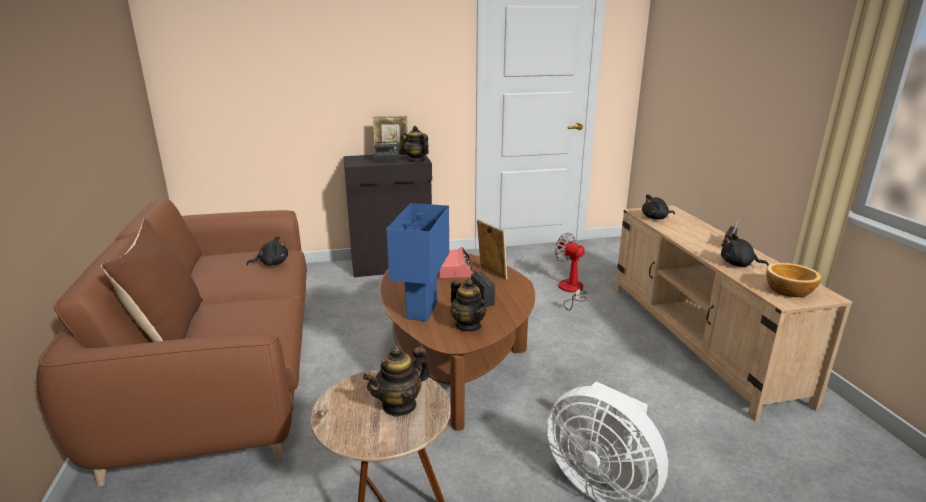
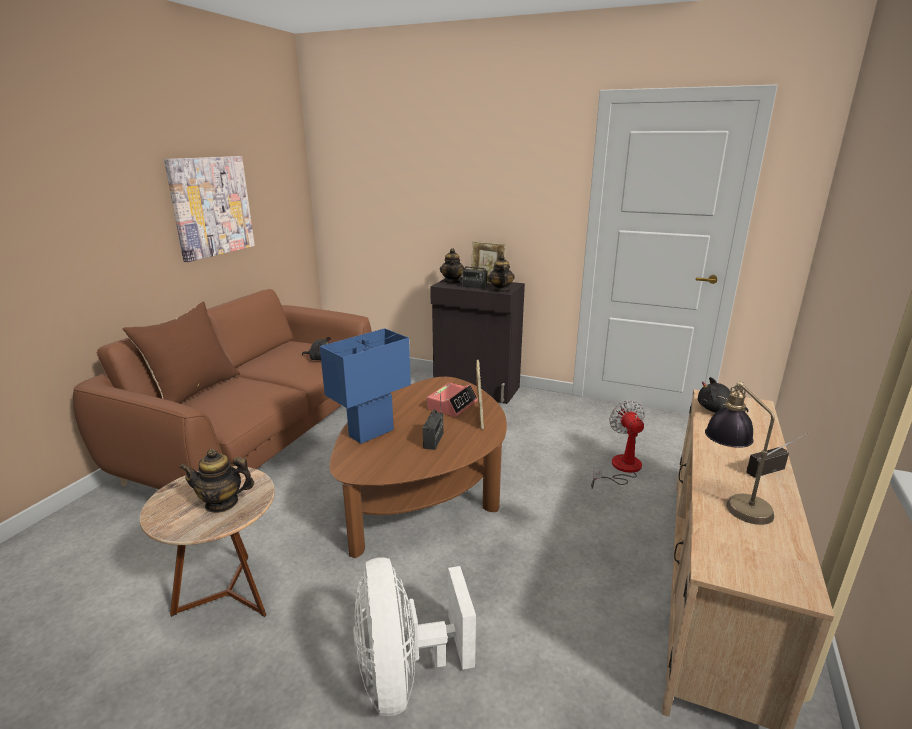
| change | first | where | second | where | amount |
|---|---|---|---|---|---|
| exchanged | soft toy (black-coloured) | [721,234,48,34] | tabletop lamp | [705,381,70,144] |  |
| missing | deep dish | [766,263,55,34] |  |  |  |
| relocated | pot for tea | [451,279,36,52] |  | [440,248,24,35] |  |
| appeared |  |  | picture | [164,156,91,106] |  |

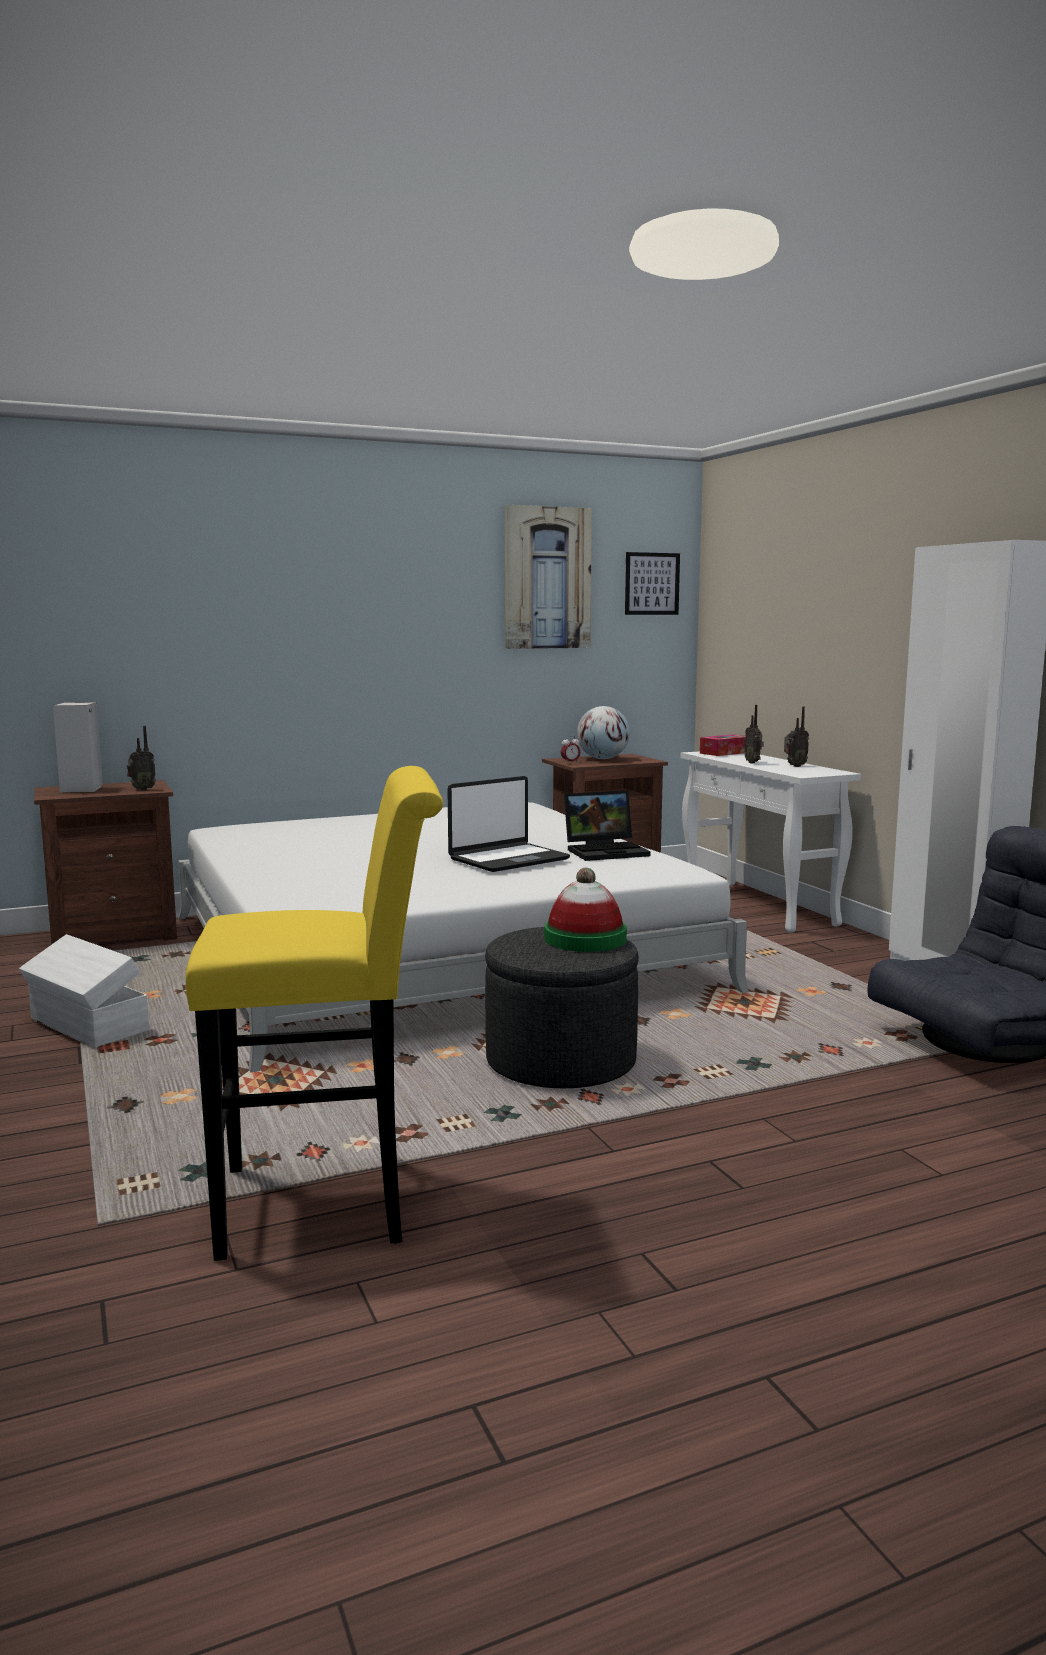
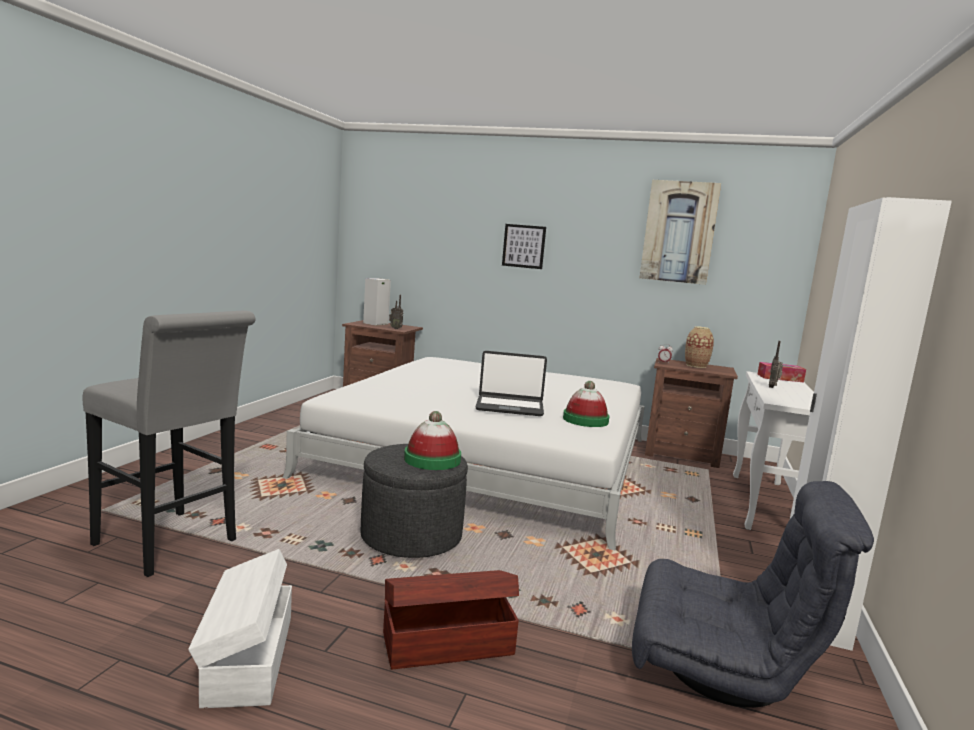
| change | first | where | second | where | amount |
|---|---|---|---|---|---|
| relocated | picture | [625,552,55,63] |  | [502,224,44,45] |  |
| exchanged | desk globe | [577,706,53,53] | decorative vase | [685,326,29,42] |  |
| missing | radio set | [784,707,25,60] |  |  |  |
| colour | stool seat (yellow-coloured) | [186,766,257,495] | stool seat (grey) | [83,310,173,267] |  |
| exchanged | laptop | [564,791,86,70] | hat | [563,381,47,46] |  |
| relocated | storage bin (white) | [19,934,130,113] |  | [188,549,104,159] |  |
| appeared |  |  | storage bin (brown) | [383,570,136,99] |  |

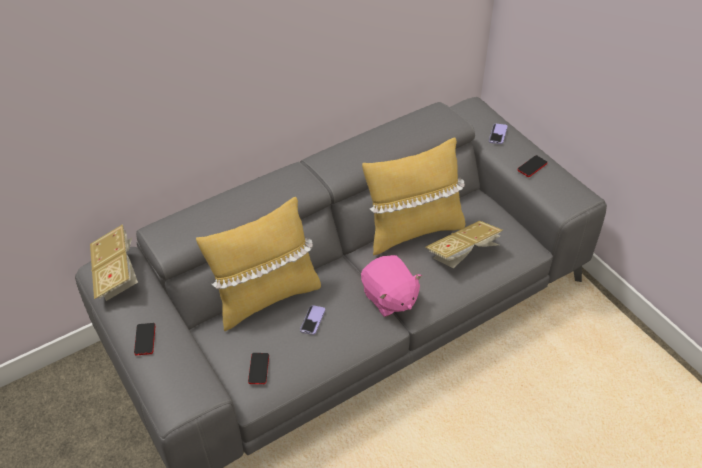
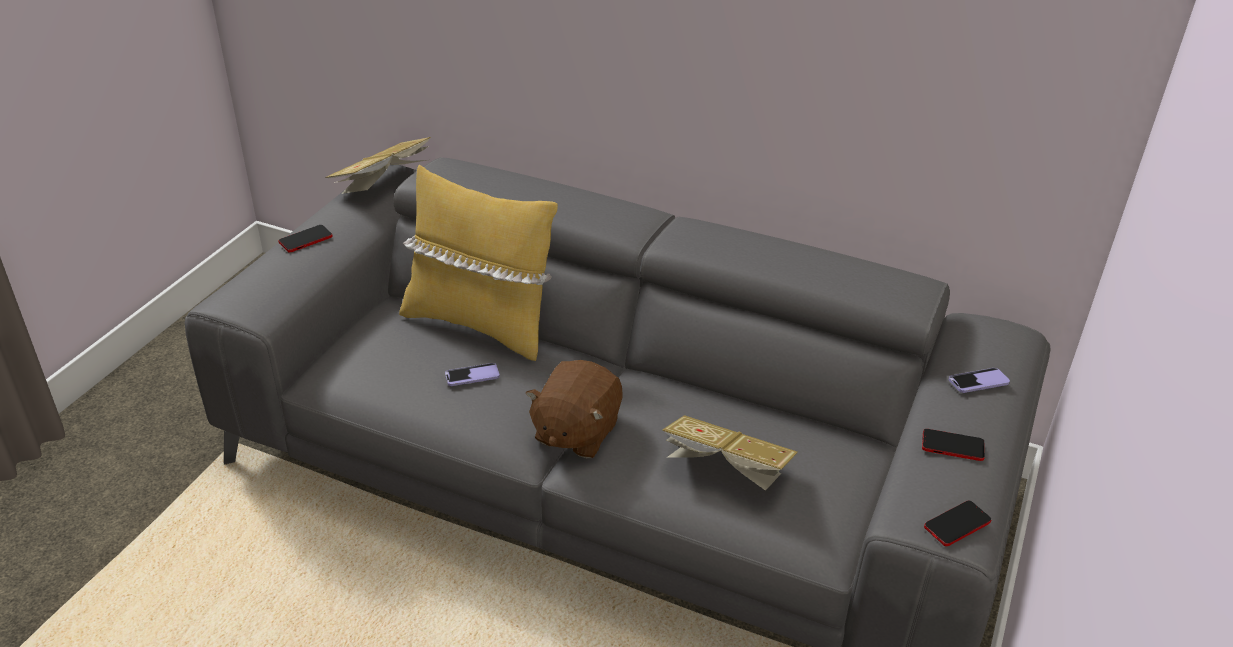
| change | first | where | second | where | amount |
|---|---|---|---|---|---|
| missing | cushion (yellow-coloured) | [362,137,103,119] |  |  |  |
| colour | soft toy (pinkish) | [361,255,61,62] | soft toy (brown) | [526,360,97,98] |  |
| relocated | telephone | [248,353,21,31] |  | [924,500,68,46] |  |

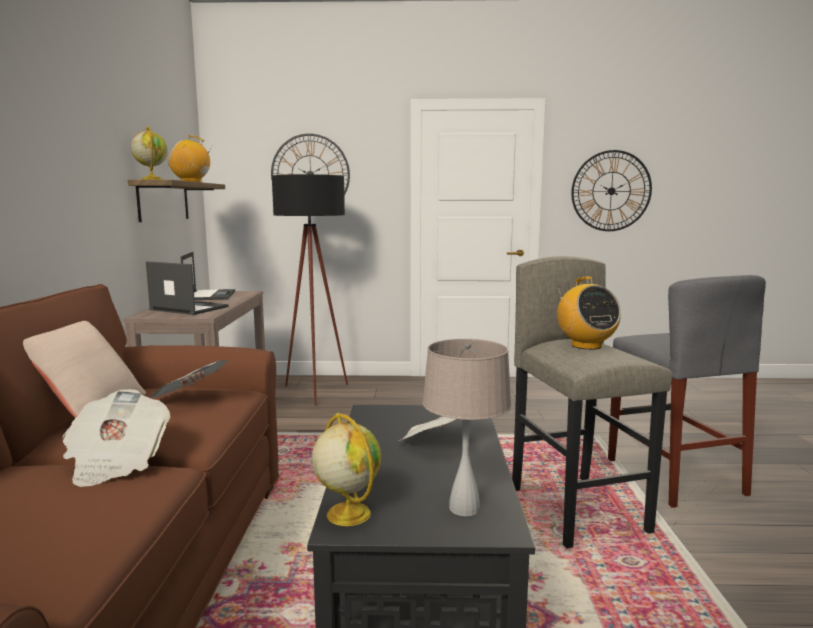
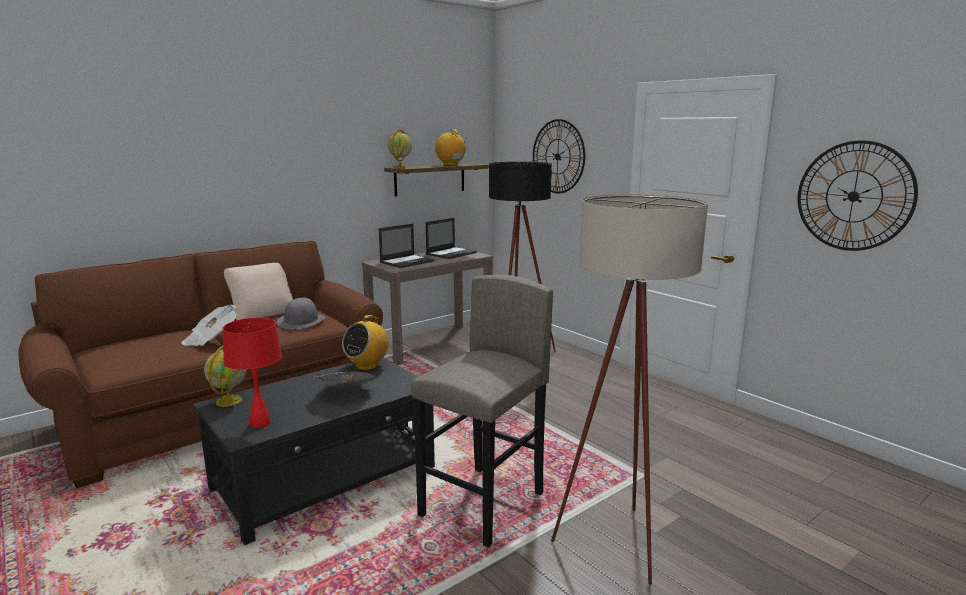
| change | first | where | second | where | amount |
|---|---|---|---|---|---|
| spun | laptop | [146,261,83,54] |  | [378,224,56,44] | 60 degrees clockwise |
| exchanged | stool seat (grey) | [608,275,158,233] | floor lamp (beige) | [551,194,157,391] |  |
| relocated | radio set | [557,277,64,73] |  | [342,315,47,55] |  |
| colour | tabletop lamp (beige) | [422,339,89,177] | tabletop lamp (red) | [222,318,60,110] |  |
| exchanged | daily paper | [150,360,78,38] | hat (grey) | [277,298,49,31] |  |

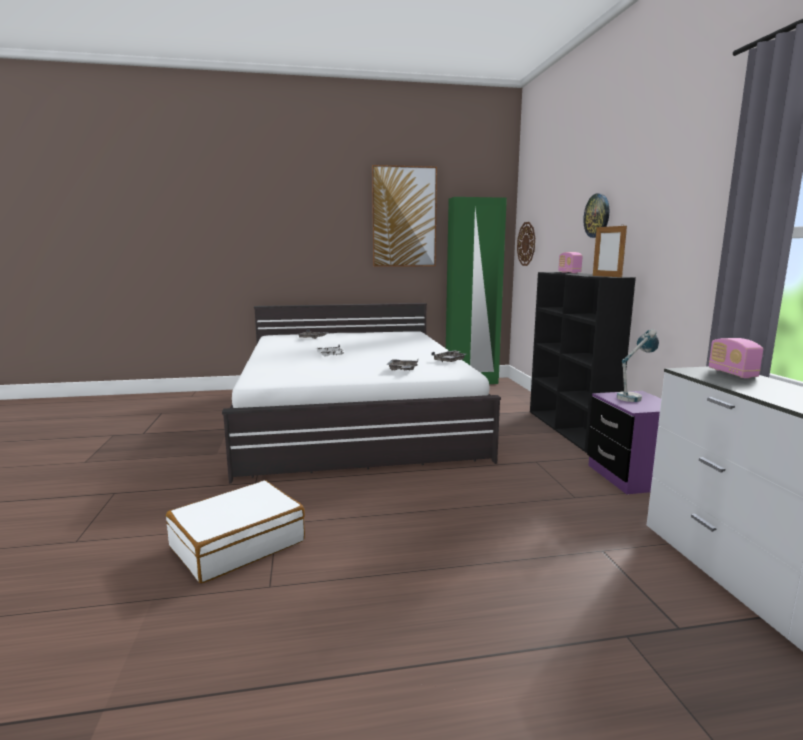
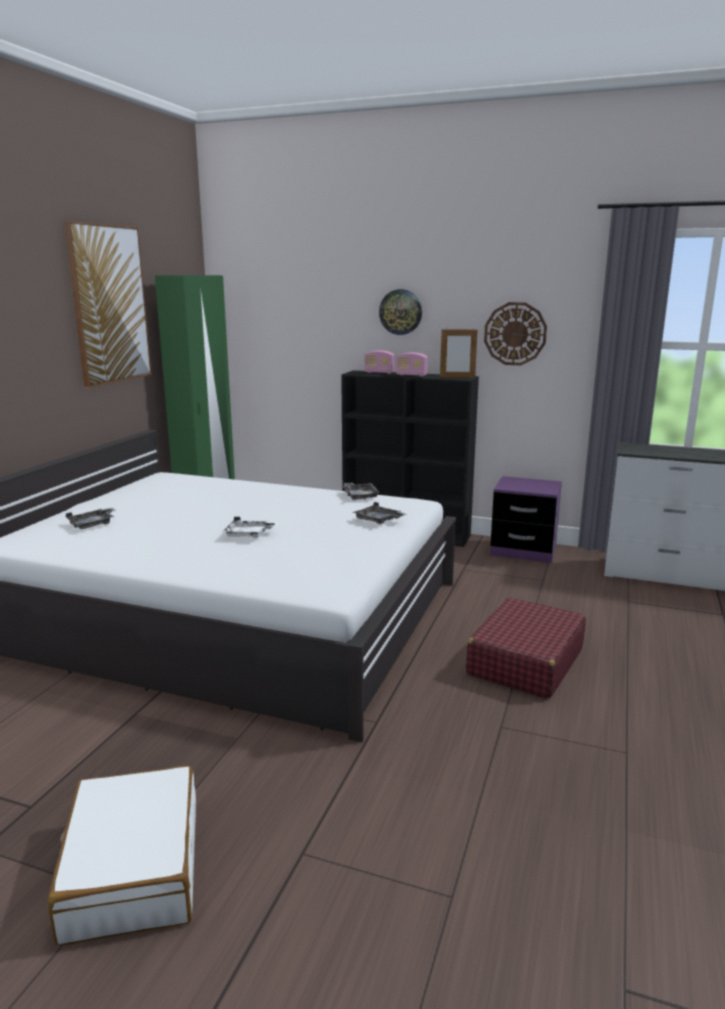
| change | first | where | second | where | amount |
|---|---|---|---|---|---|
| relocated | clock on the wall | [517,222,18,44] |  | [484,302,63,63] |  |
| missing | tabletop lamp | [617,329,42,73] |  |  |  |
| relocated | radio set | [709,338,54,40] |  | [396,352,32,24] |  |
| relocated | piece of luggage (white) | [166,480,139,104] |  | [48,766,148,180] |  |
| appeared |  |  | piece of luggage (red) | [466,597,120,102] |  |

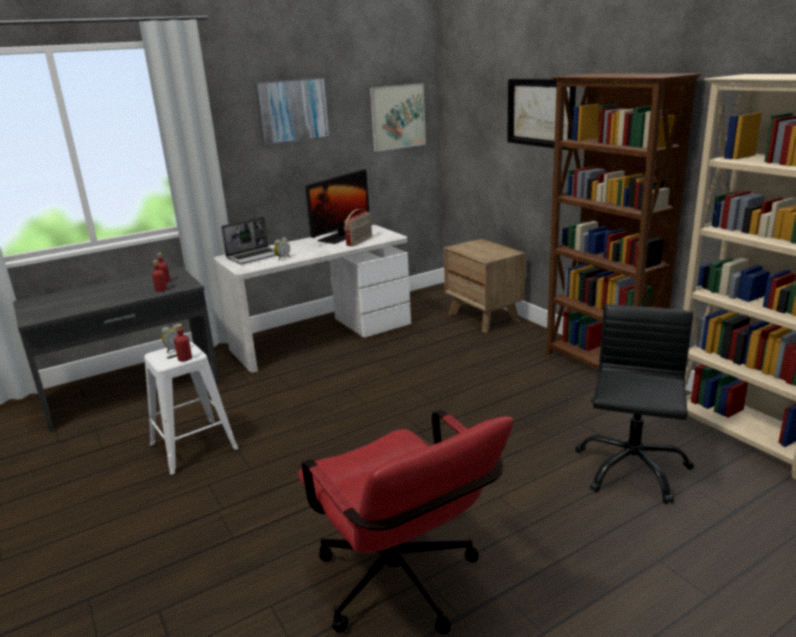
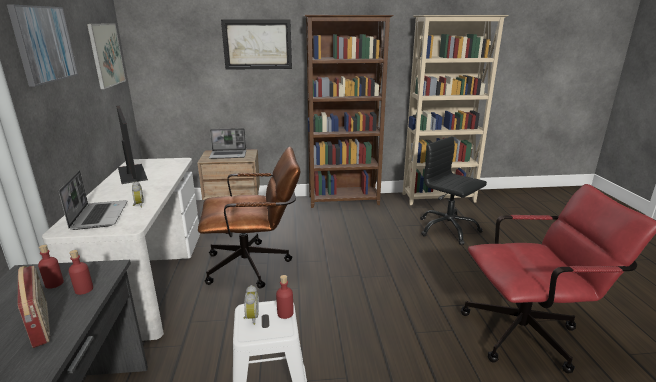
| change | first | where | second | where | amount |
|---|---|---|---|---|---|
| relocated | radio set | [344,209,28,37] |  | [18,266,32,82] |  |
| appeared |  |  | laptop | [209,128,37,31] |  |
| appeared |  |  | computer chair (brown) | [198,147,102,141] |  |

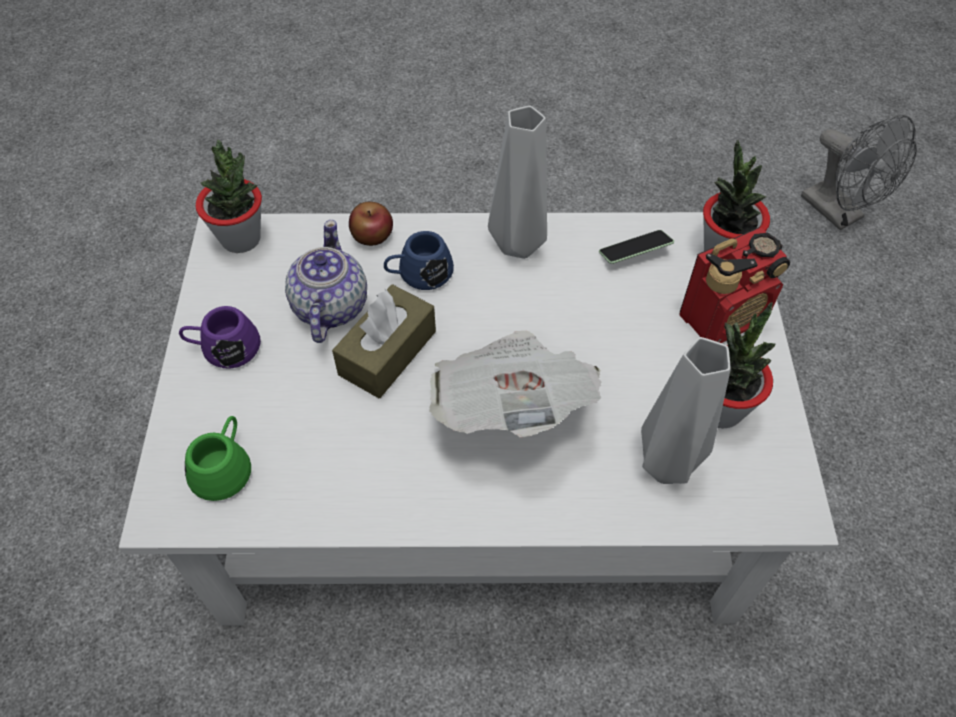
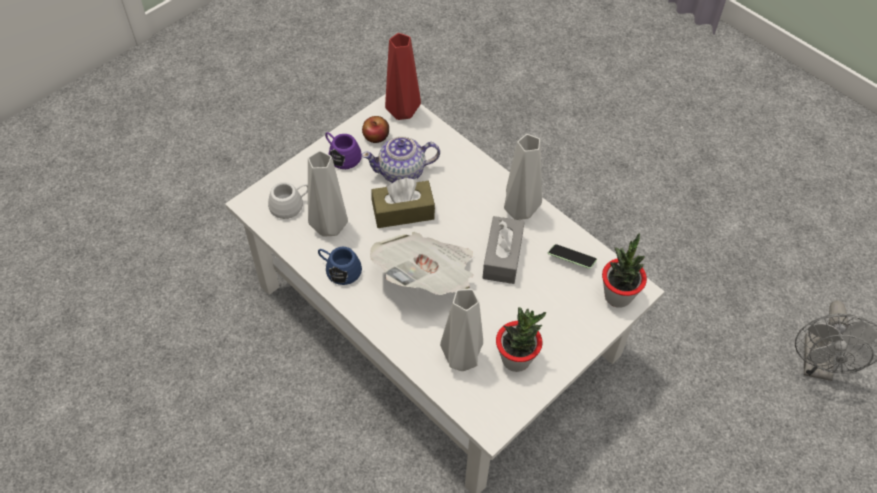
| change | first | where | second | where | amount |
|---|---|---|---|---|---|
| exchanged | potted plant | [196,140,66,113] | decorative vase (red) | [385,33,36,87] |  |
| relocated | apple fruit | [349,202,44,44] |  | [362,116,27,27] |  |
| spun | pot for tea | [285,220,82,123] |  | [361,136,79,47] | 150 degrees counterclockwise |
| missing | radio set | [679,227,111,116] |  |  |  |
| relocated | mug (blue-coloured) | [384,231,70,59] |  | [318,247,44,38] |  |
| colour | mug (green) | [185,416,66,85] | mug (white) | [268,182,40,37] |  |
| appeared |  |  | decorative vase (grey) | [308,151,40,86] |  |
| appeared |  |  | tissue holder (grey) | [483,216,42,68] |  |

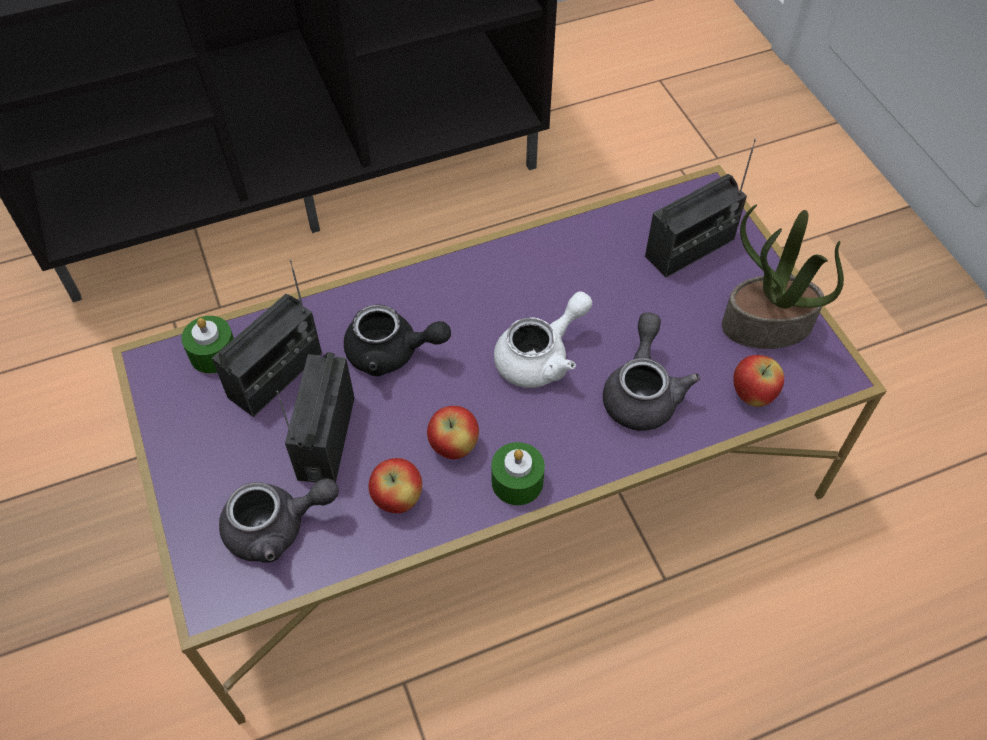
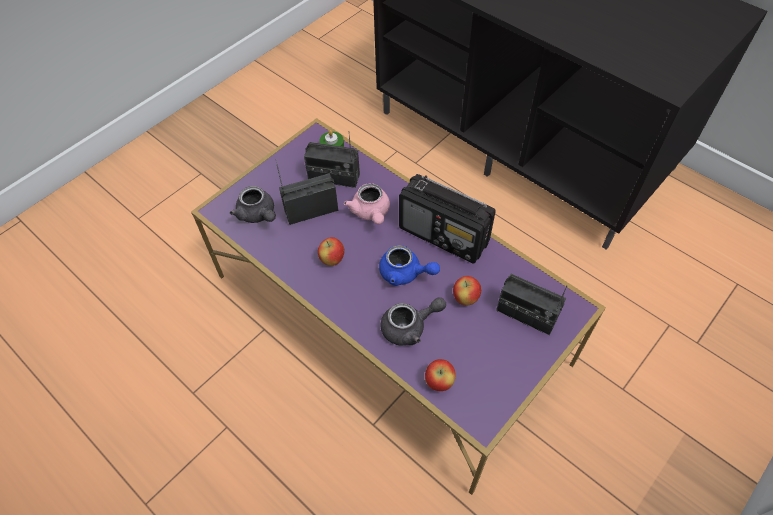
| change | first | where | second | where | amount |
|---|---|---|---|---|---|
| missing | potted plant | [722,204,122,145] |  |  |  |
| colour | pot for tea (white) | [494,291,98,97] | pot for tea (blue-coloured) | [379,245,61,41] |  |
| colour | pot for tea (black-coloured) | [344,305,107,71] | pot for tea (pinkish) | [344,183,46,41] |  |
| missing | candle (green) | [491,442,54,63] |  |  |  |
| relocated | apple fruit | [368,458,54,55] |  | [453,276,28,29] |  |
| appeared |  |  | radio set | [399,174,97,89] |  |

